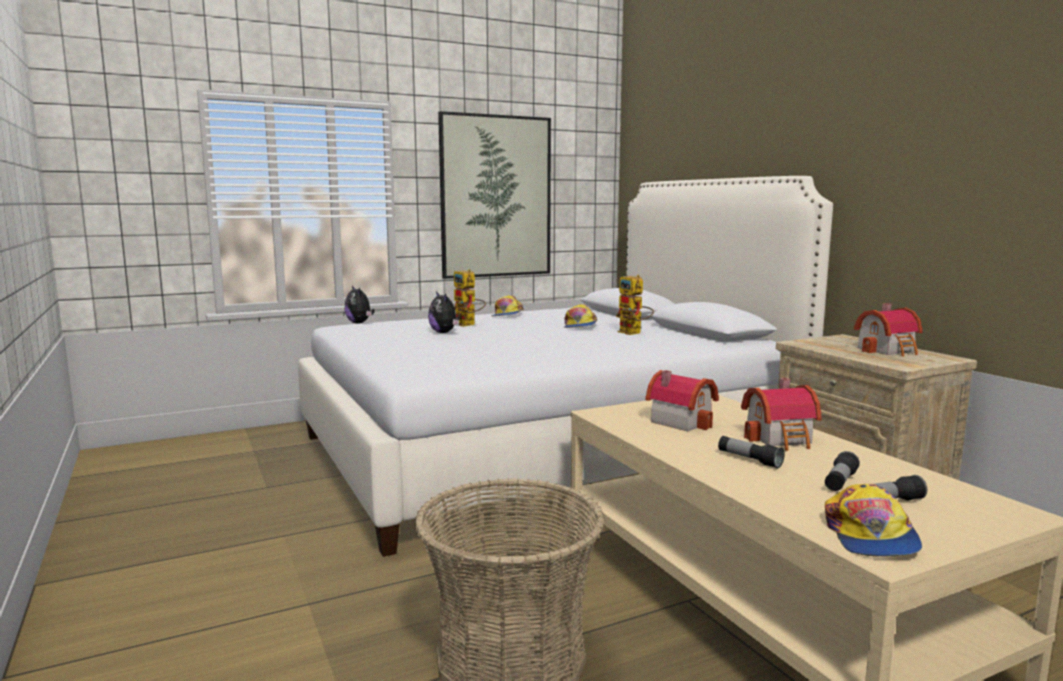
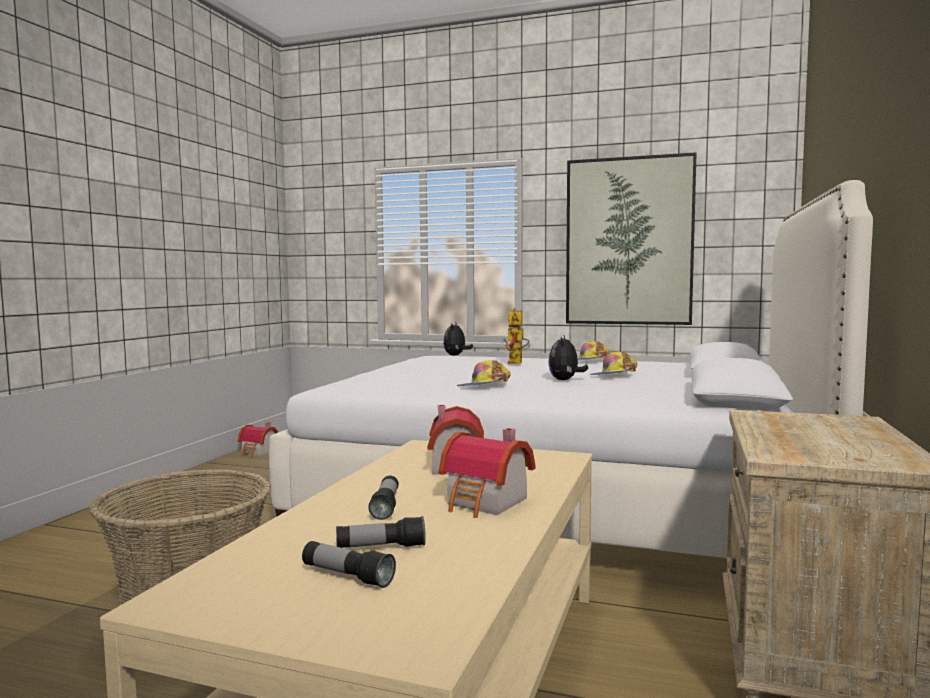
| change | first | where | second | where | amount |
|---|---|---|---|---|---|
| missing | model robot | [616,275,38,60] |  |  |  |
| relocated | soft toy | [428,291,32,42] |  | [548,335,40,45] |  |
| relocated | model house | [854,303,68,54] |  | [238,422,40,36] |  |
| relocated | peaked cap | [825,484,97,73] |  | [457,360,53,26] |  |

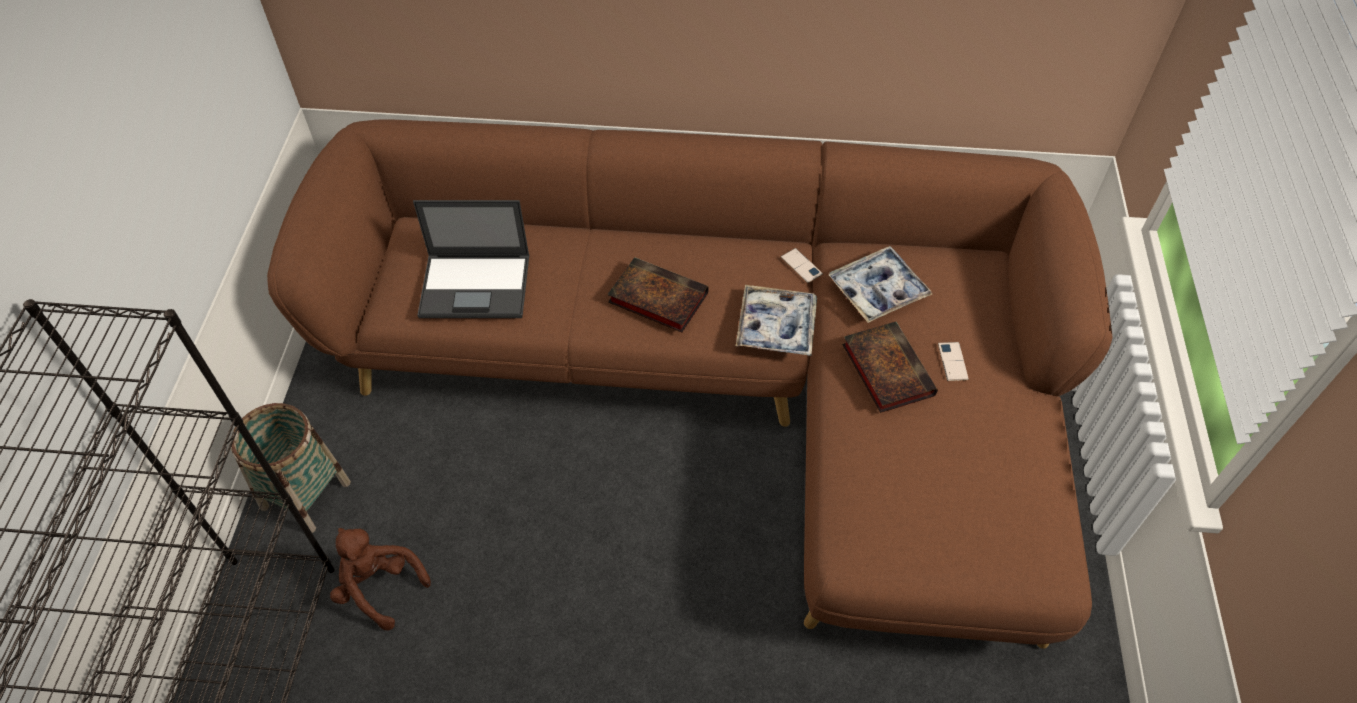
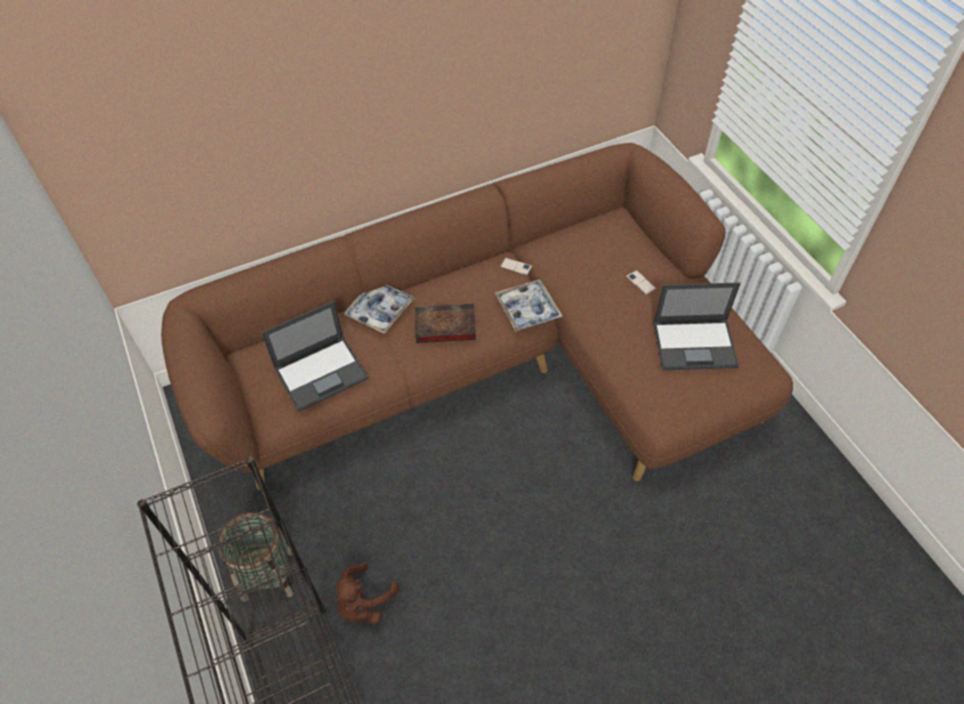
| change | first | where | second | where | amount |
|---|---|---|---|---|---|
| relocated | serving tray | [829,246,103,77] |  | [344,285,71,49] |  |
| missing | bound book | [842,322,96,91] |  |  |  |
| spun | soft toy (brown) | [330,528,101,102] |  | [333,562,66,62] | 60 degrees counterclockwise |
| appeared |  |  | laptop | [653,282,88,88] |  |

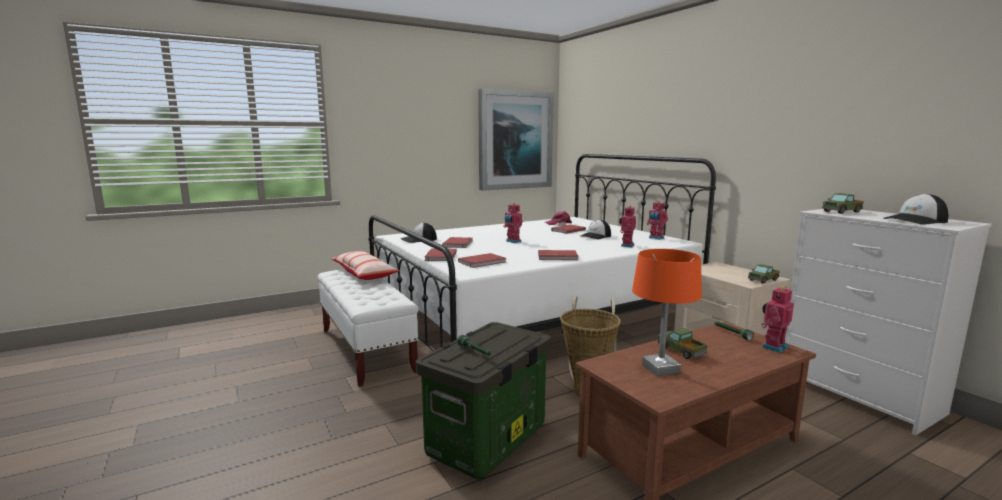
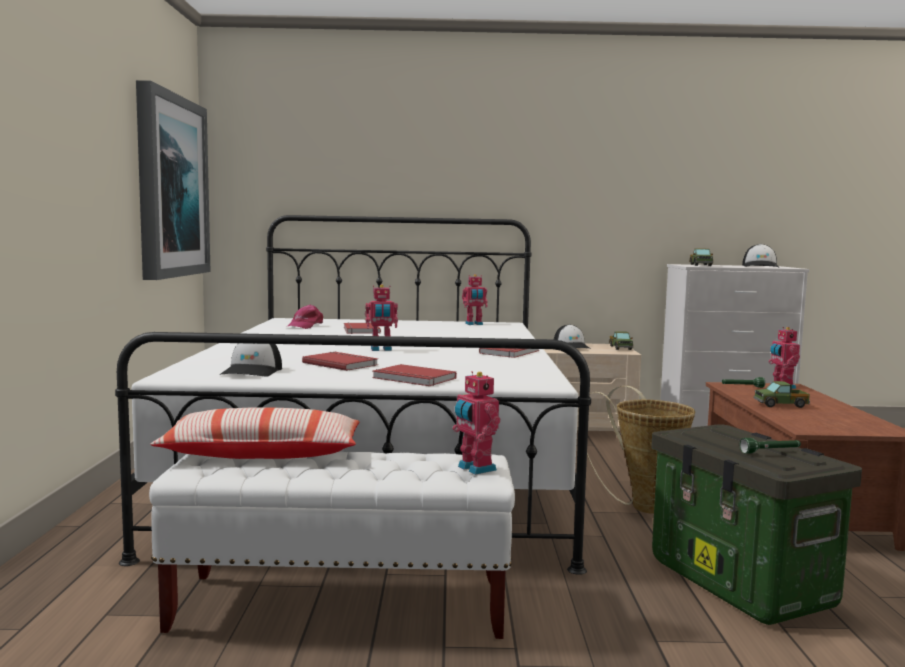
| change | first | where | second | where | amount |
|---|---|---|---|---|---|
| relocated | model robot | [619,206,17,41] |  | [453,371,47,104] |  |
| relocated | peaked cap | [580,220,31,19] |  | [554,324,37,25] |  |
| missing | tabletop lamp (orangey) | [632,249,70,127] |  |  |  |
| missing | bound book (red) | [458,253,48,15] |  |  |  |

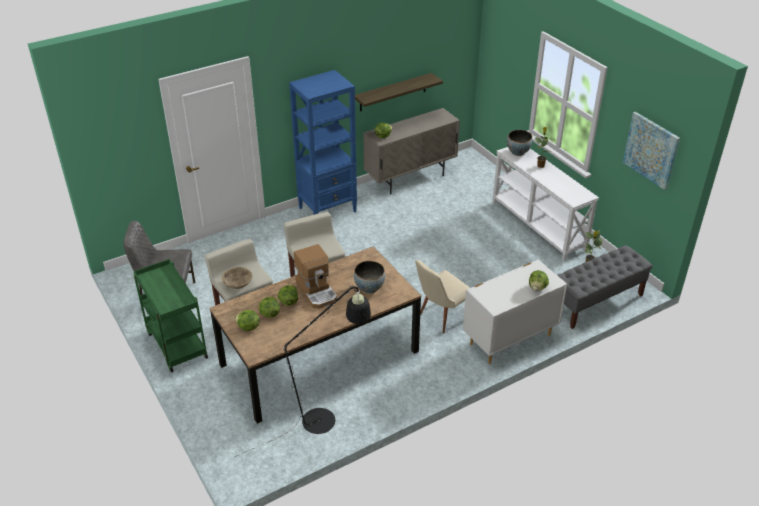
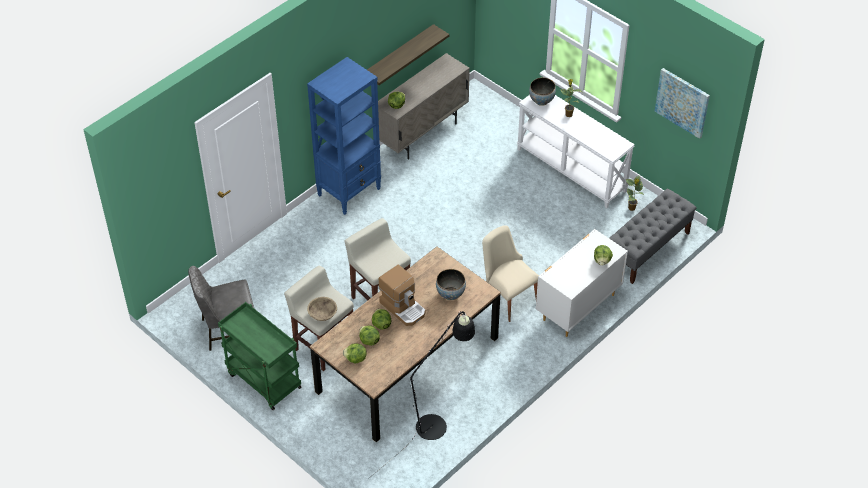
| change | first | where | second | where | amount |
|---|---|---|---|---|---|
| spun | chair (beige) | [415,260,55,73] |  | [482,225,57,97] | 105 degrees clockwise |

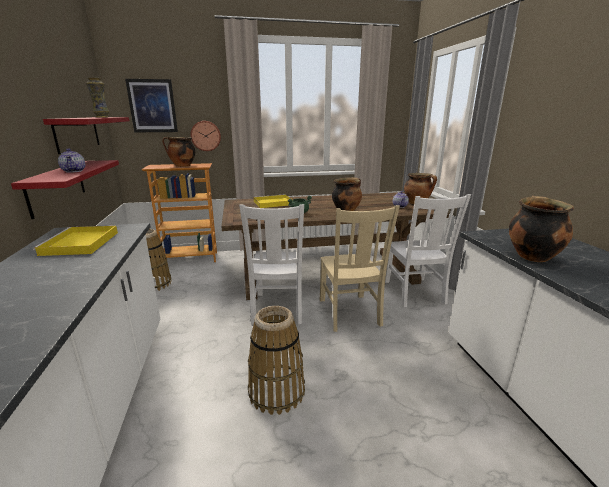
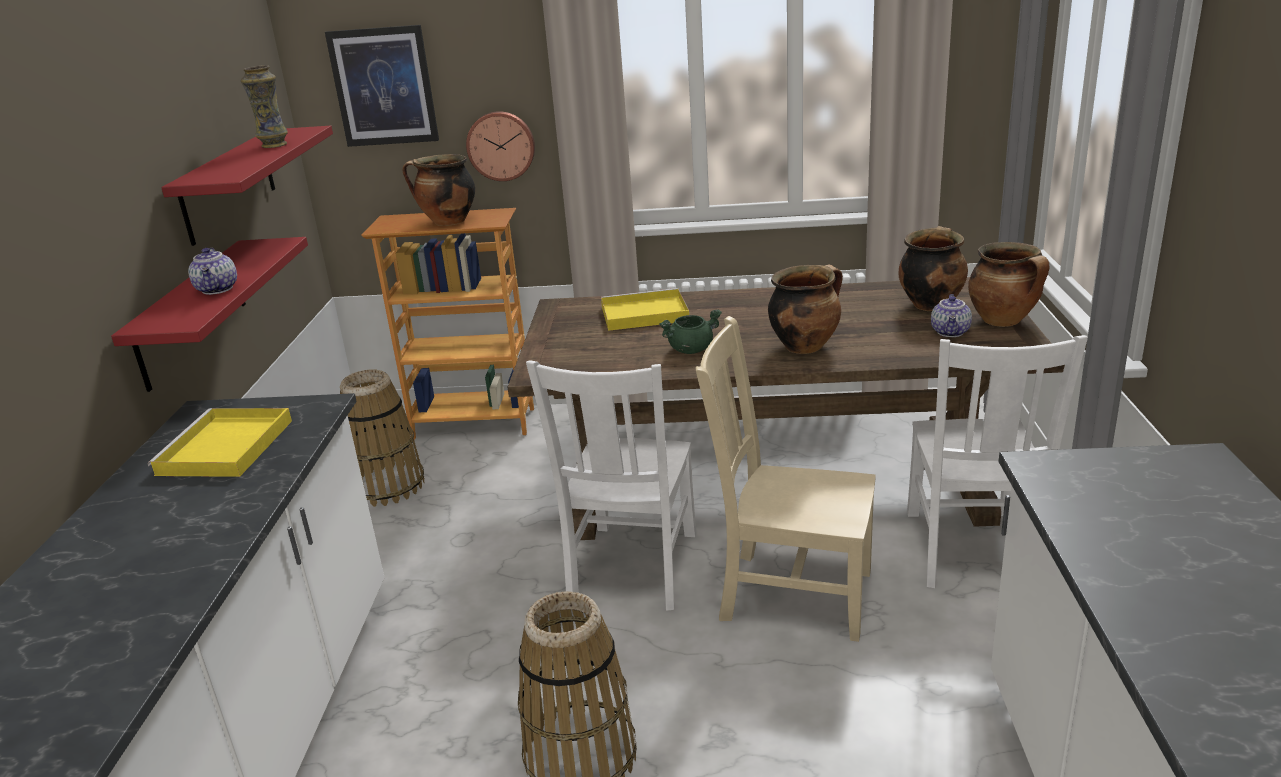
| change | first | where | second | where | amount |
|---|---|---|---|---|---|
| relocated | stockpot | [509,196,65,66] |  | [898,226,70,85] |  |
| spun | chair (beige) | [320,205,80,127] |  | [696,316,180,326] | 105 degrees clockwise |

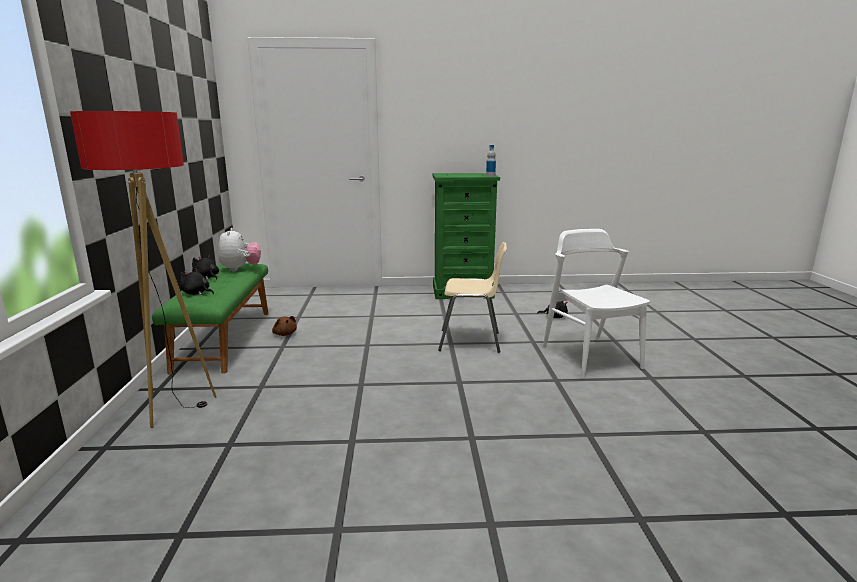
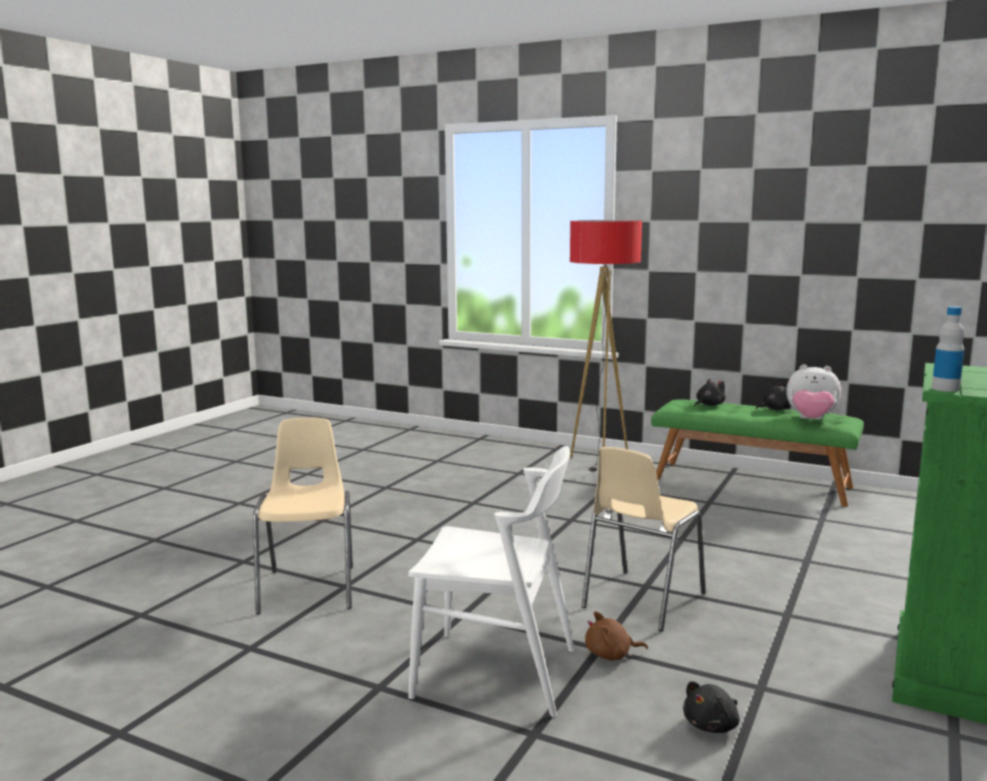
| change | first | where | second | where | amount |
|---|---|---|---|---|---|
| relocated | soft toy (brown) | [272,316,25,20] |  | [585,611,63,50] |  |
| appeared |  |  | chair (beige) | [253,417,100,197] |  |

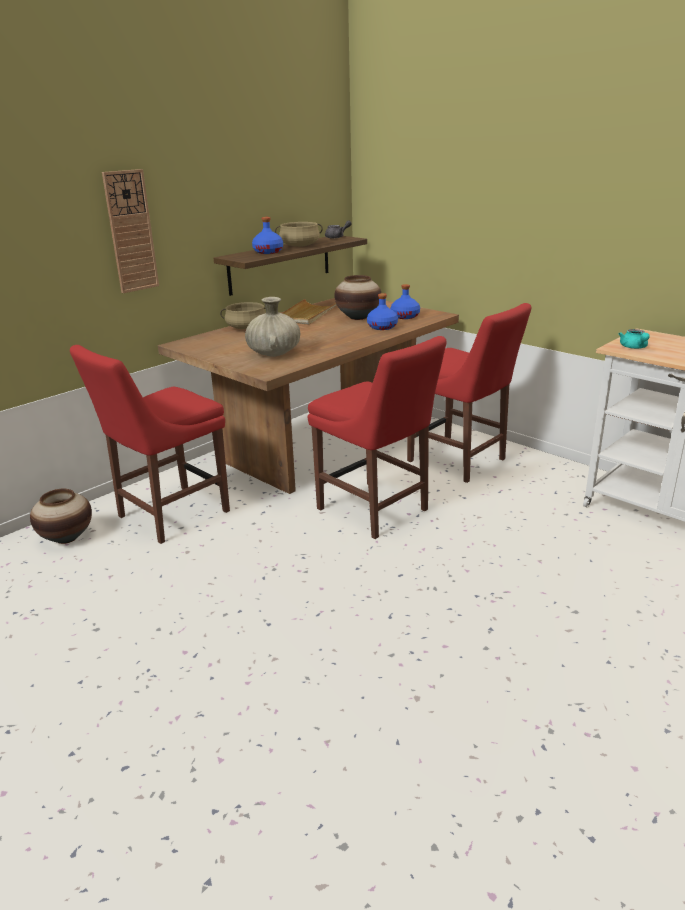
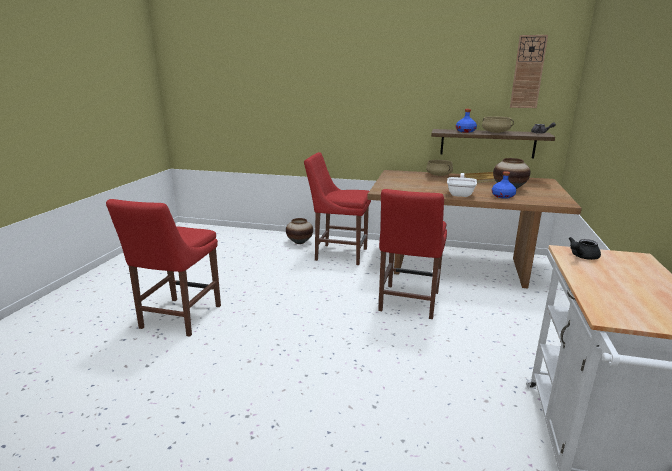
| change | first | where | second | where | amount |
|---|---|---|---|---|---|
| relocated | clock on the wall | [102,169,57,124] |  | [510,35,38,73] |  |
| missing | beverage bottle (blue-coloured) | [391,284,29,35] |  |  |  |
| missing | decorative vase (beige) | [245,297,55,60] |  |  |  |
| relocated | chair (red) | [407,303,124,180] |  | [106,199,115,138] |  |
| colour | pot for tea (blue-green) | [618,329,32,20] | pot for tea (black-coloured) | [568,237,33,23] |  |
| appeared |  |  | frying pan | [447,173,30,24] |  |

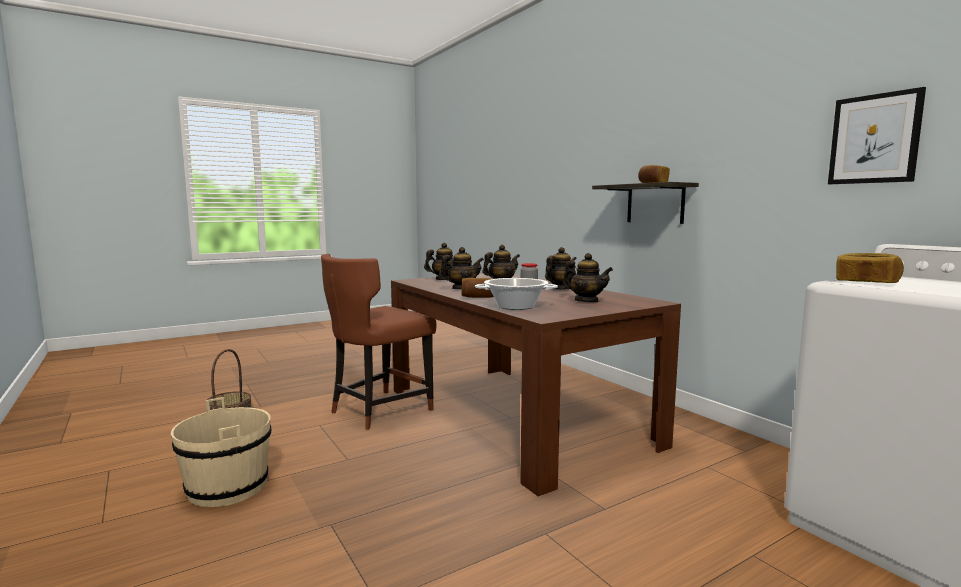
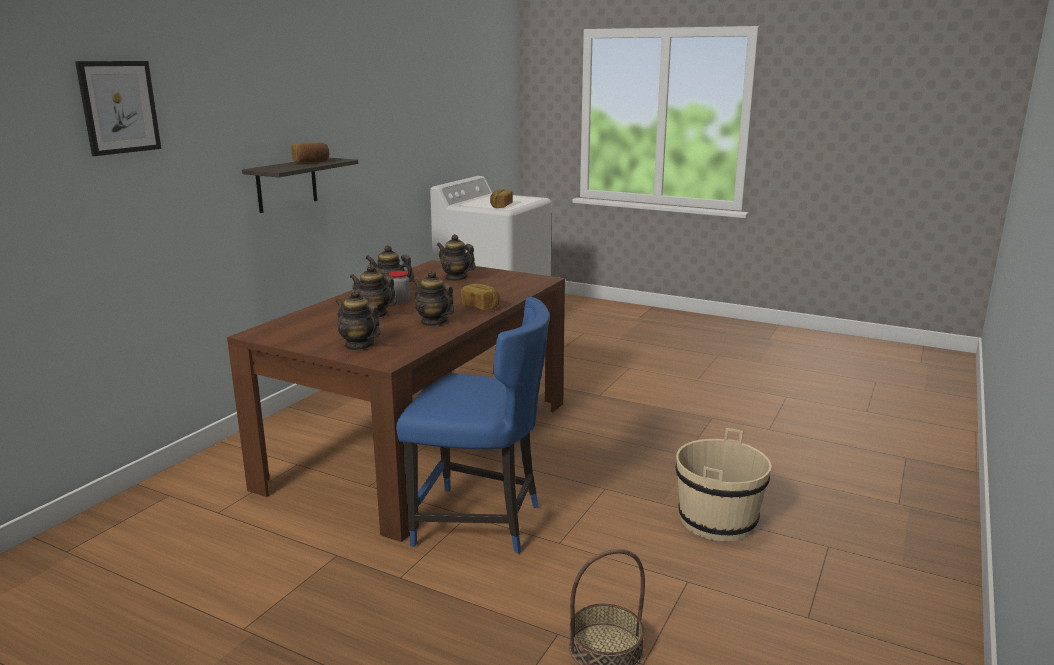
| change | first | where | second | where | amount |
|---|---|---|---|---|---|
| relocated | picture | [828,87,98,97] |  | [75,61,86,95] |  |
| spun | pot for tea | [563,253,50,49] |  | [437,234,38,47] | 60 degrees counterclockwise |
| colour | chair (brown) | [321,254,116,176] | chair (blue-coloured) | [396,297,154,257] |  |
| missing | stockpot | [475,278,83,32] |  |  |  |

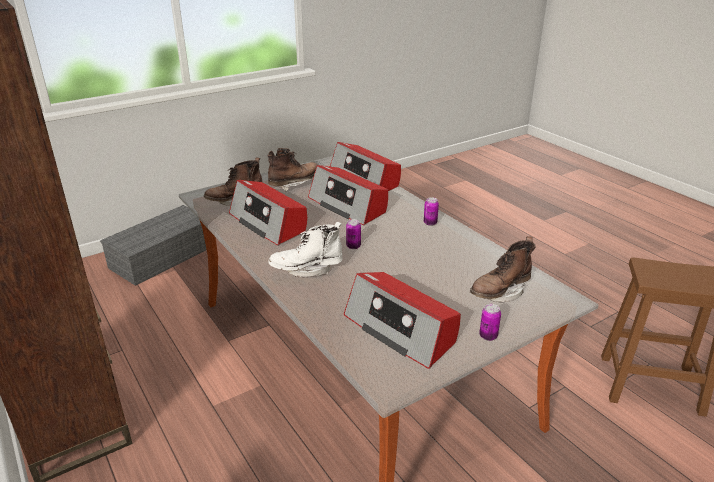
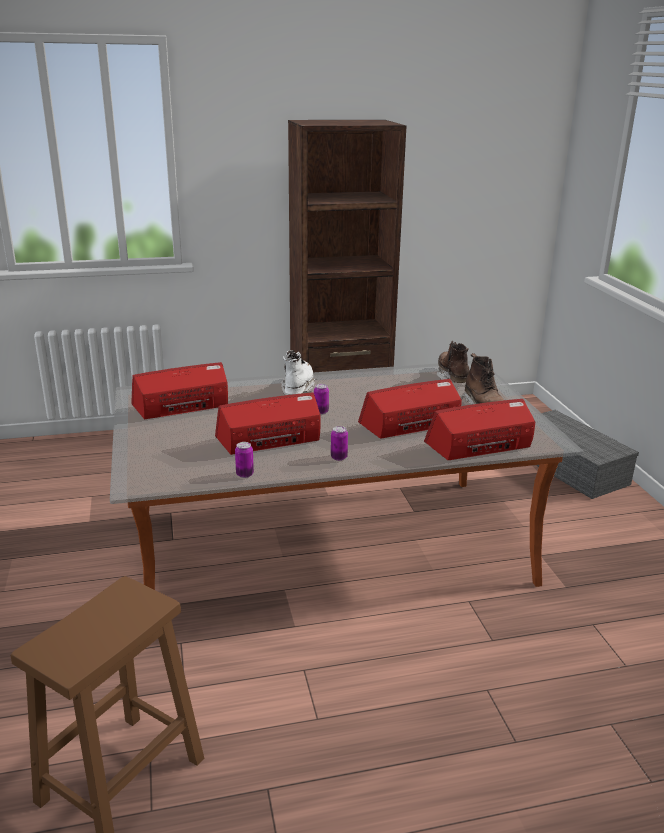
| change | first | where | second | where | amount |
|---|---|---|---|---|---|
| relocated | radio set | [229,180,78,65] |  | [215,392,106,63] |  |
| missing | boot (brown) | [470,236,66,66] |  |  |  |
| relocated | can | [479,304,22,37] |  | [235,442,19,36] |  |

